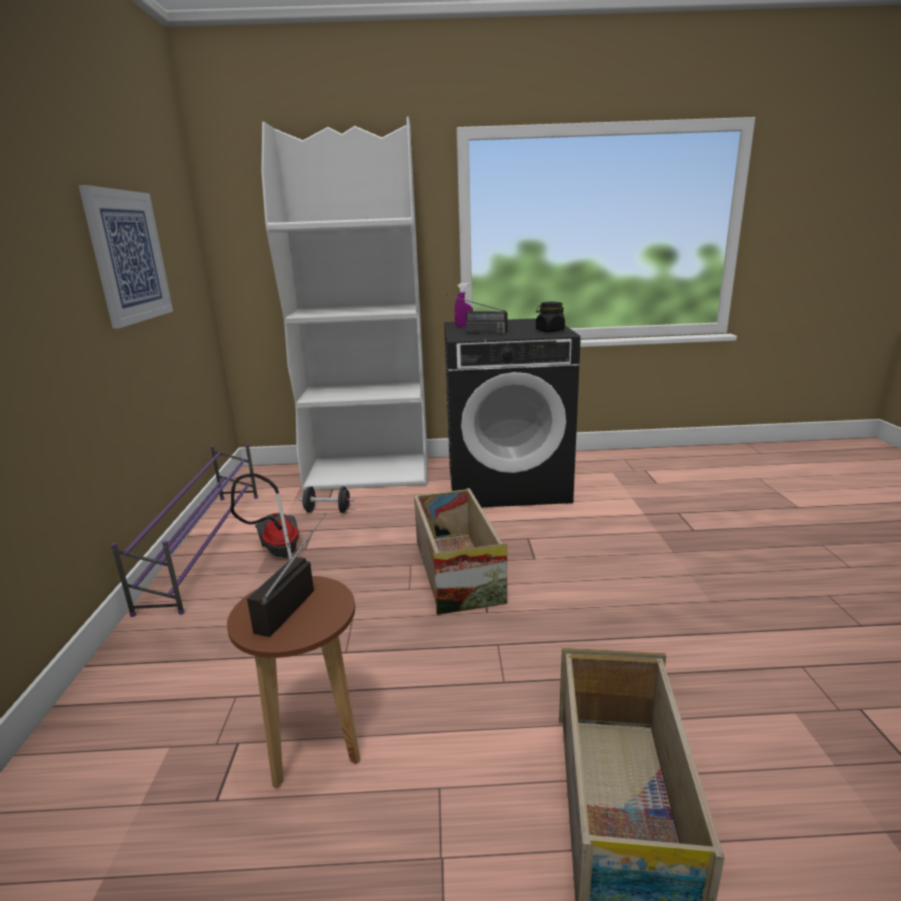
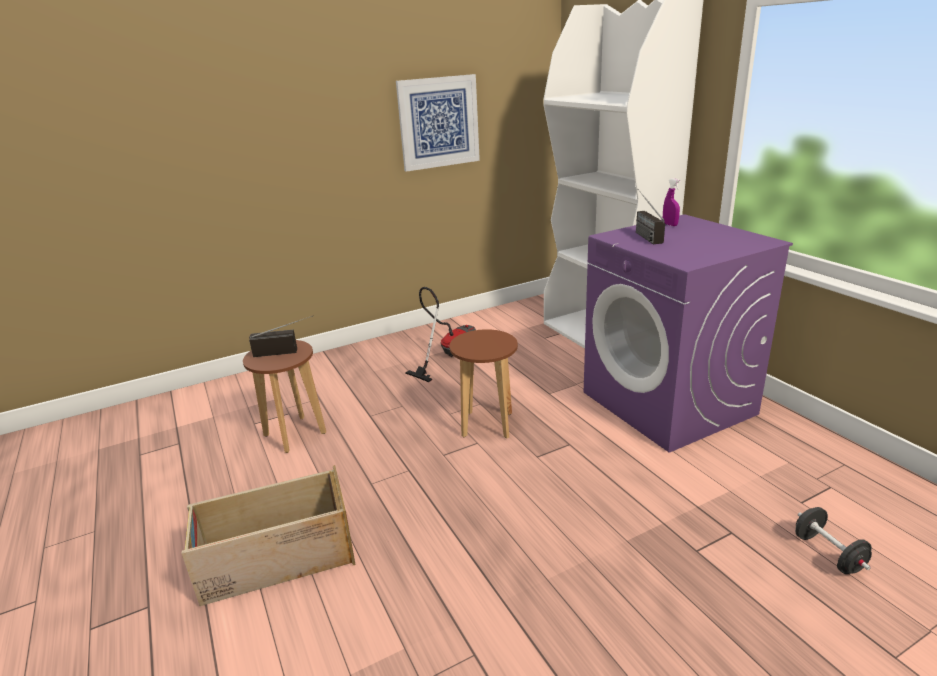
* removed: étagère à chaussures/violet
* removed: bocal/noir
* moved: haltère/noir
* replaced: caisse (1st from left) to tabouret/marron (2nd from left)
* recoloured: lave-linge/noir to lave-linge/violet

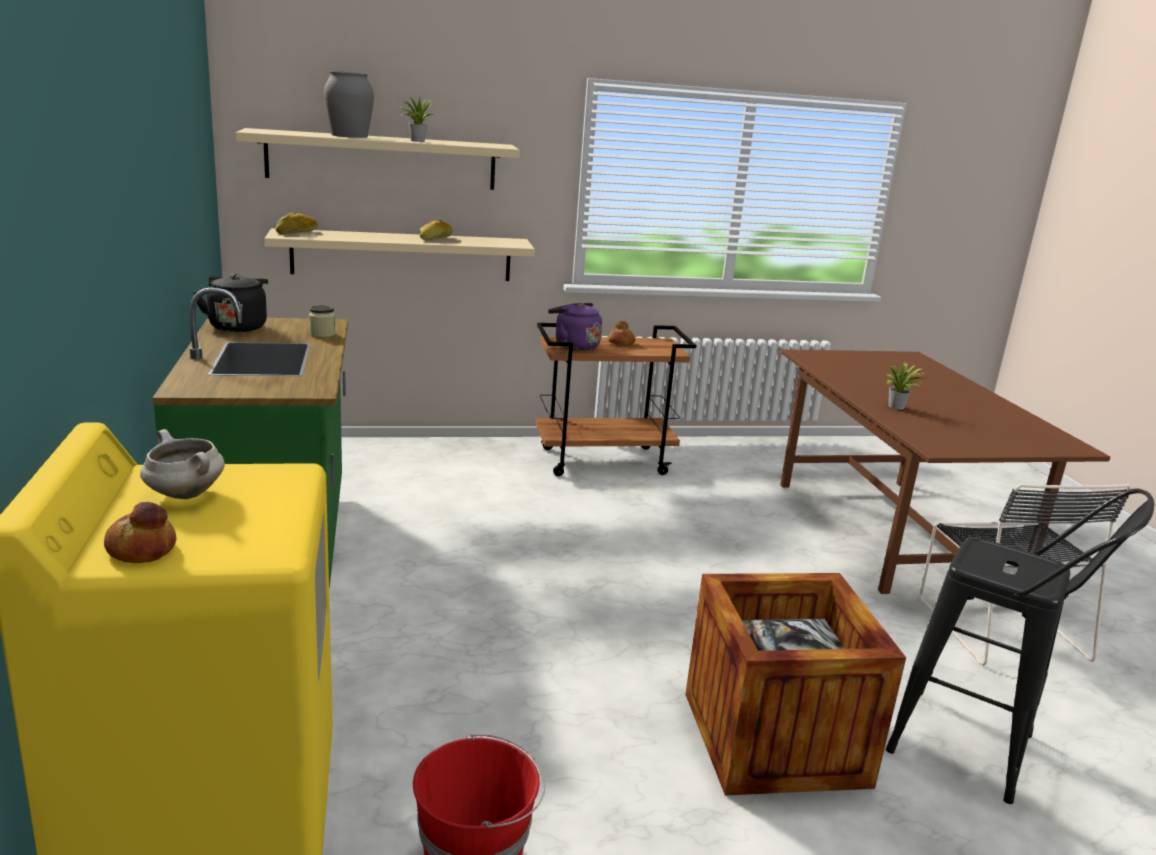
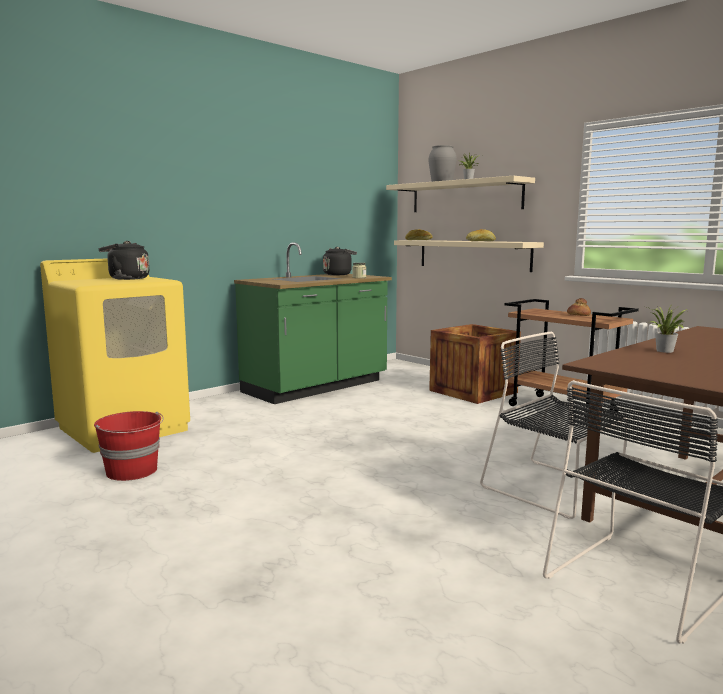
* removed: pain (1st from left)
* removed: bouilloire/violet
* removed: tabouret/noir
* added: chaise/noir (1st from left)
* moved: caisse
* replaced: marmite/blanc to bouilloire/noir (1st from left)

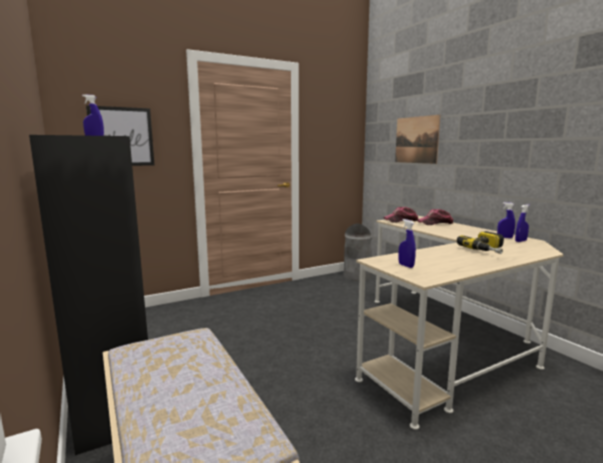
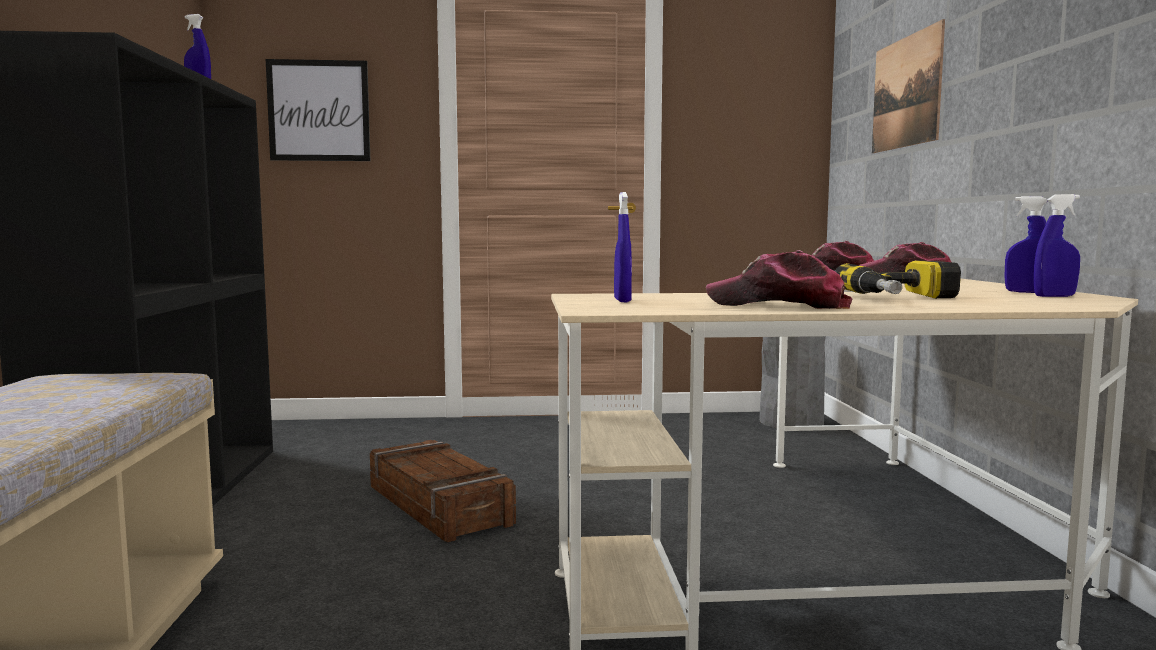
* added: caisse
* added: casquette (1st from left)

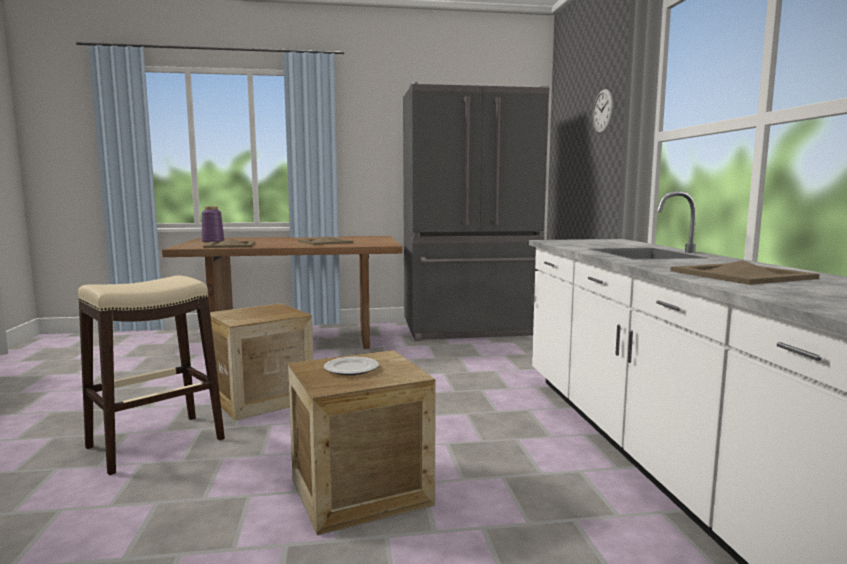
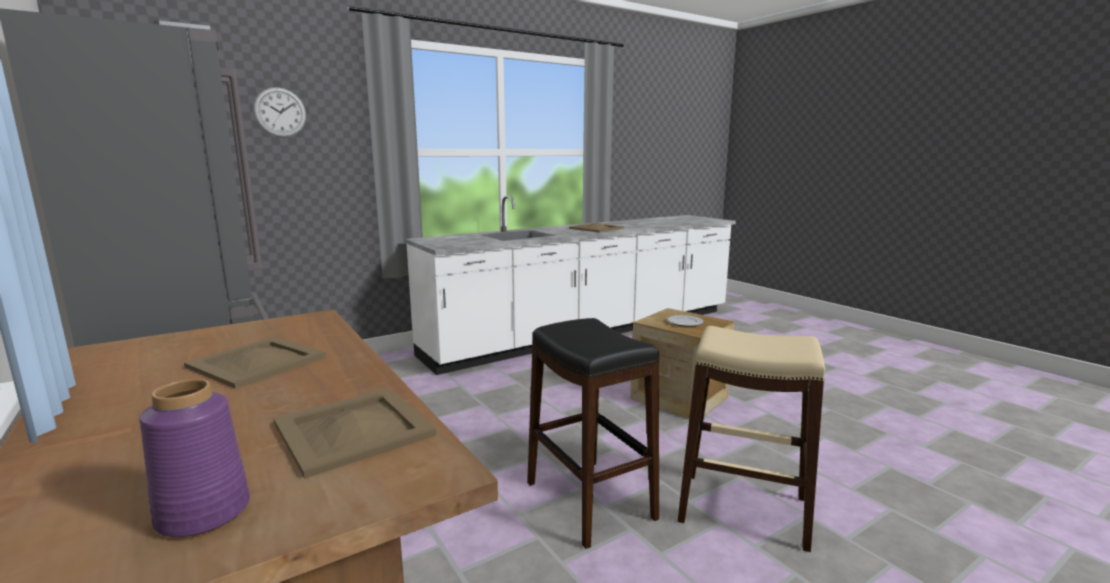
* replaced: caisse (1st from left) to tabouret/noir

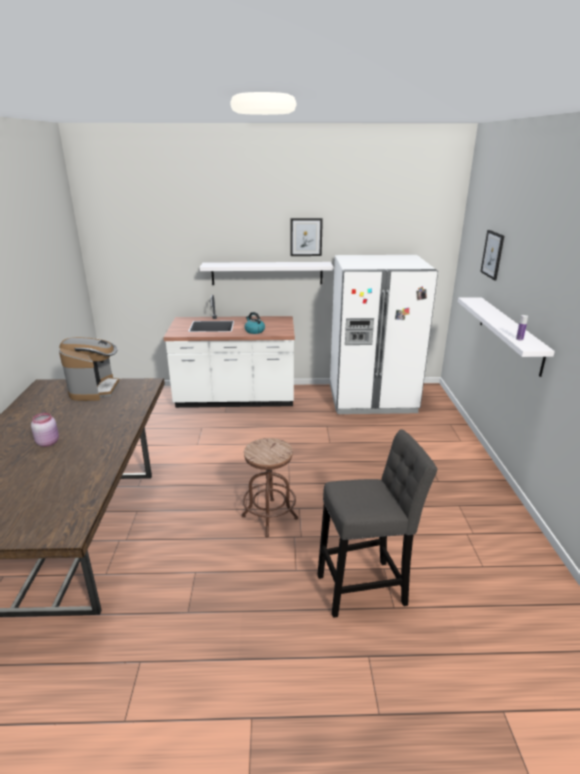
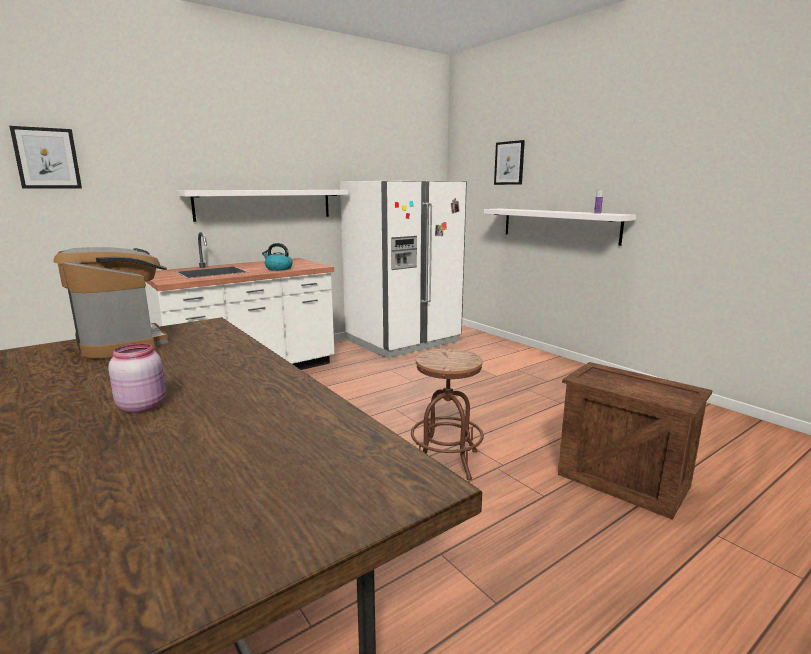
* moved: tableau (1st from left)
* replaced: tabouret/gris to caisse

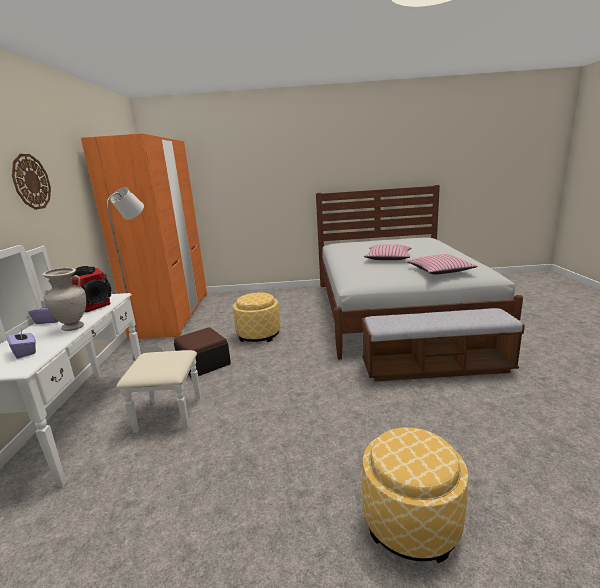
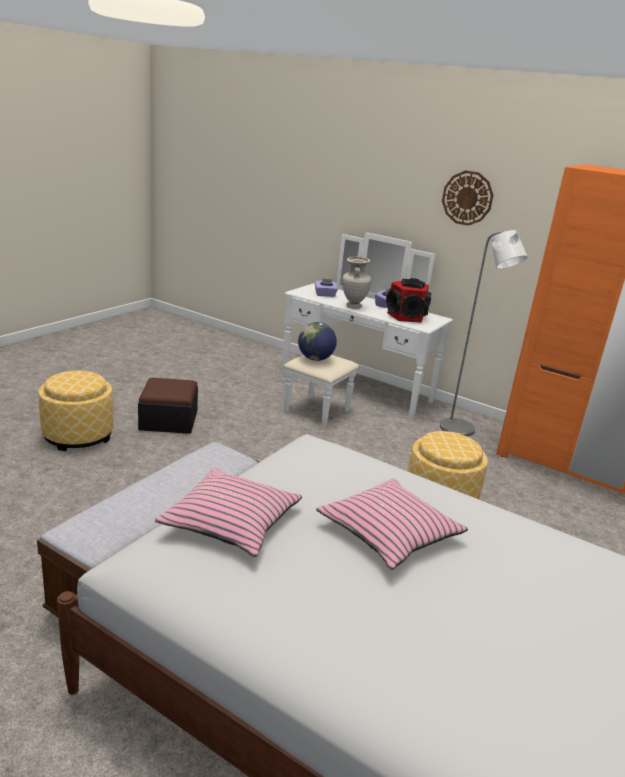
* added: globe
* moved: pouf (1st from left in the first image) to pouf (2nd from left)

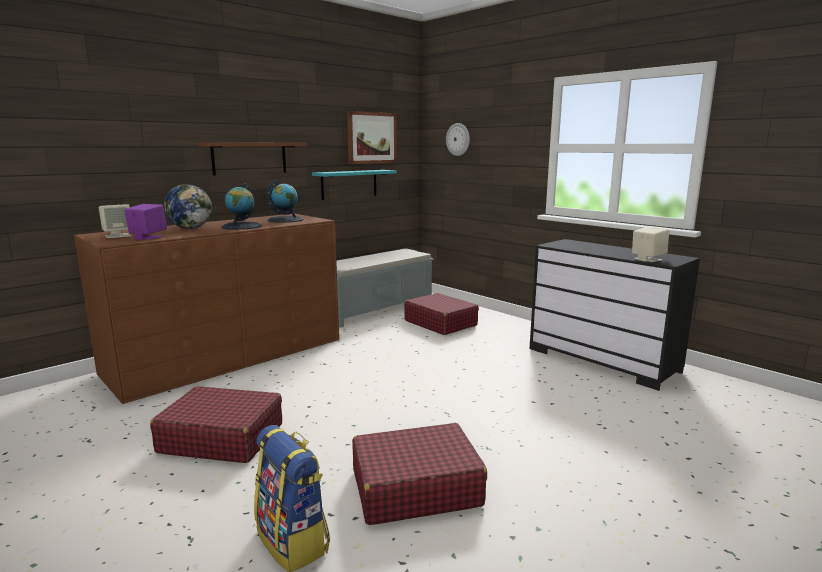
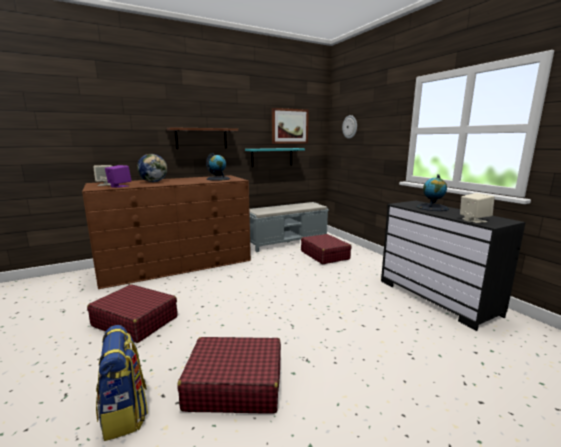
* moved: globe (2nd from left in the first image) to globe (3rd from left)

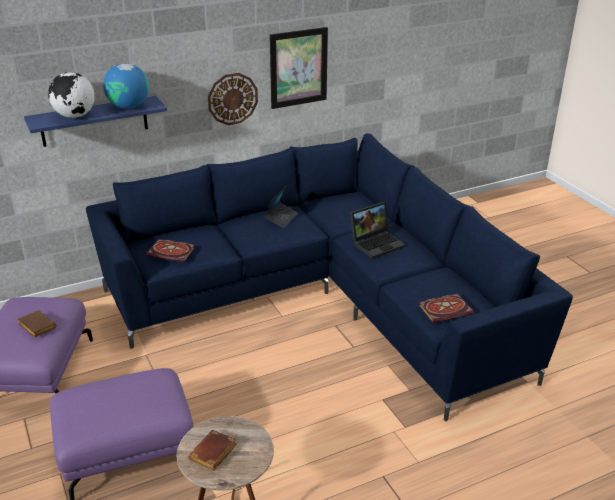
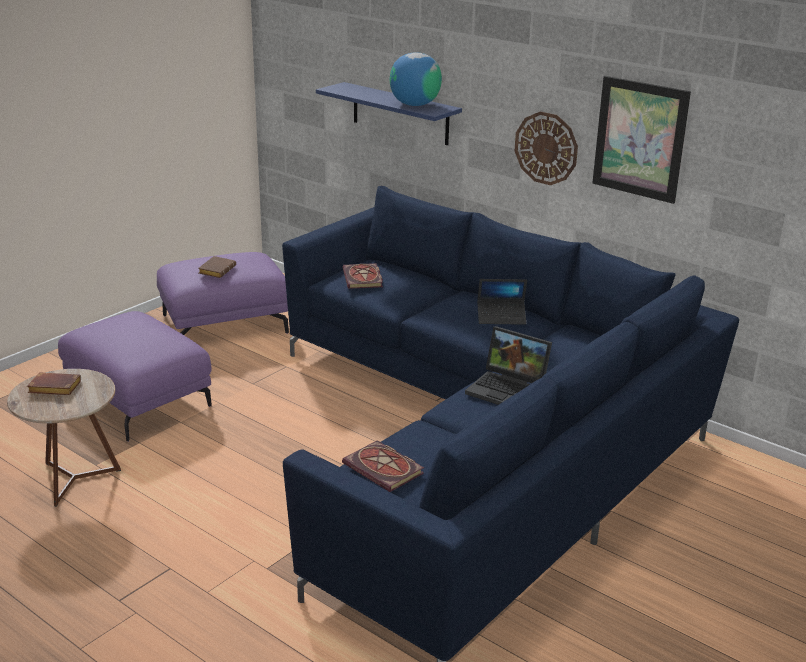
* removed: globe (1st from left)

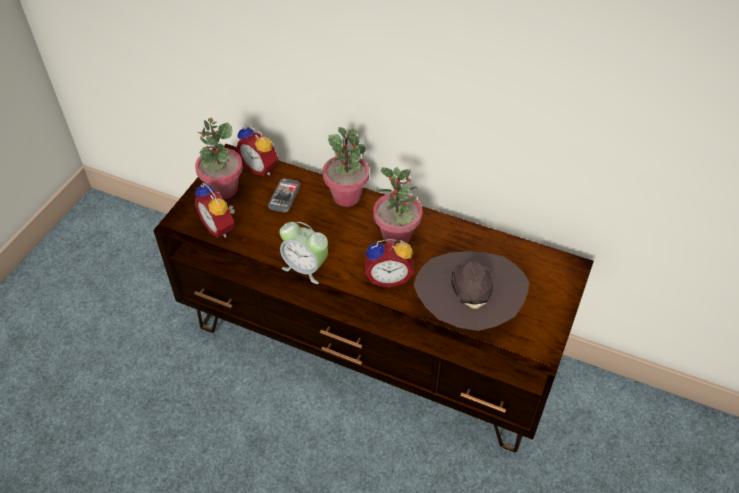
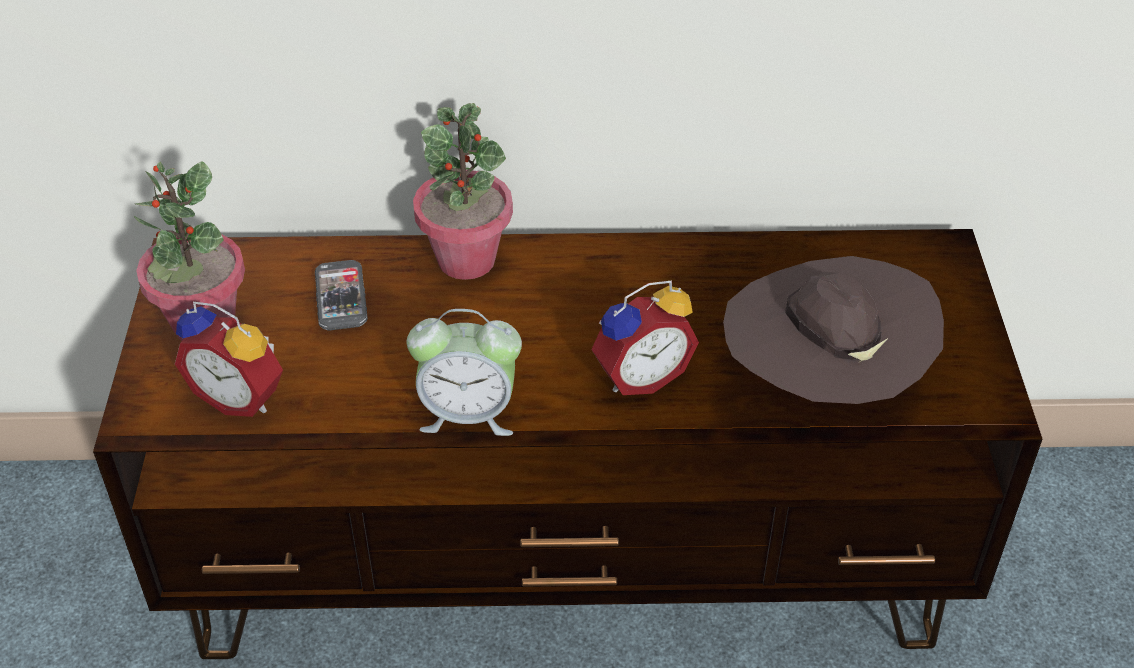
* removed: réveil (2nd from left)
* removed: plante en pot (3rd from left)

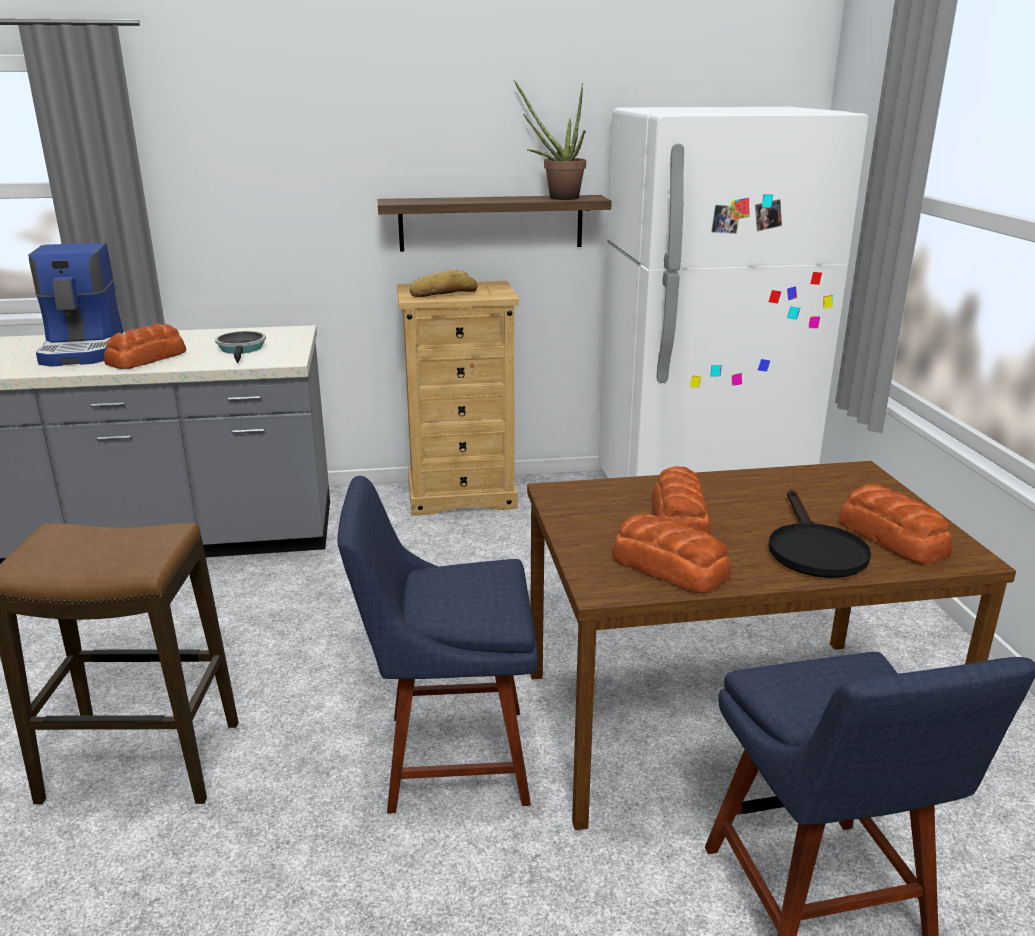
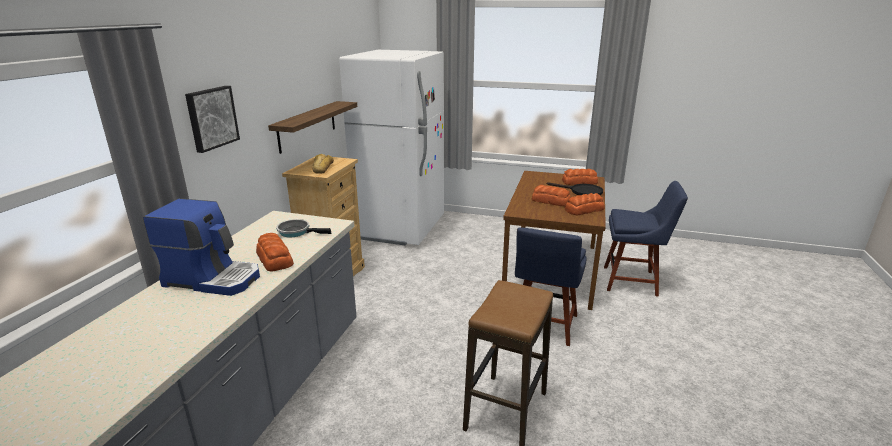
* removed: plante en pot
* added: tableau

